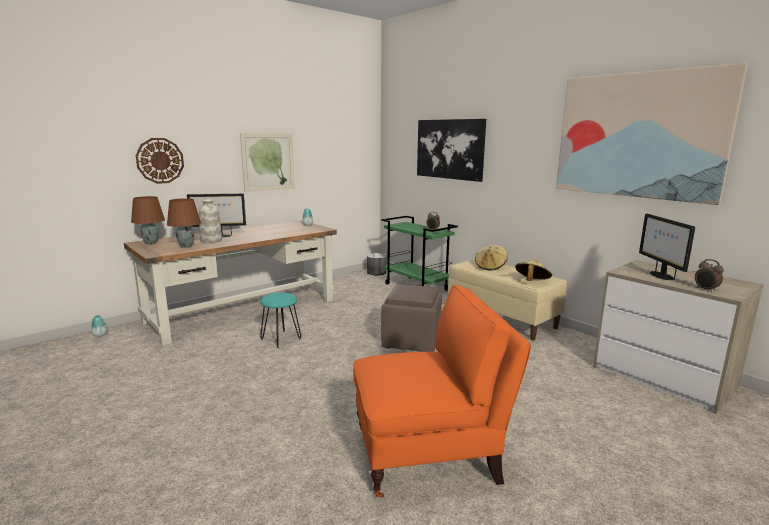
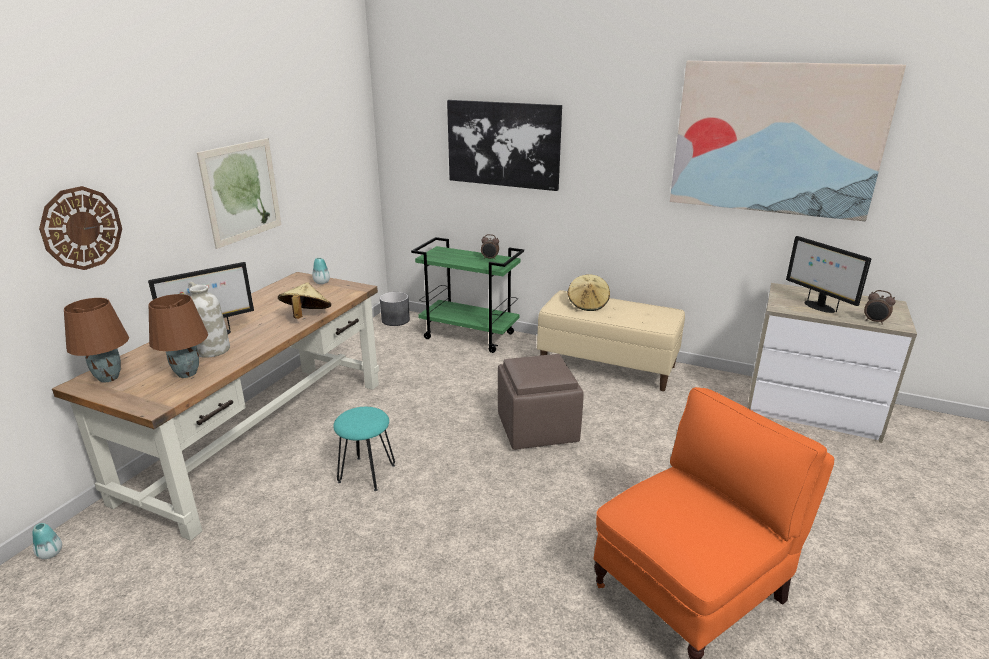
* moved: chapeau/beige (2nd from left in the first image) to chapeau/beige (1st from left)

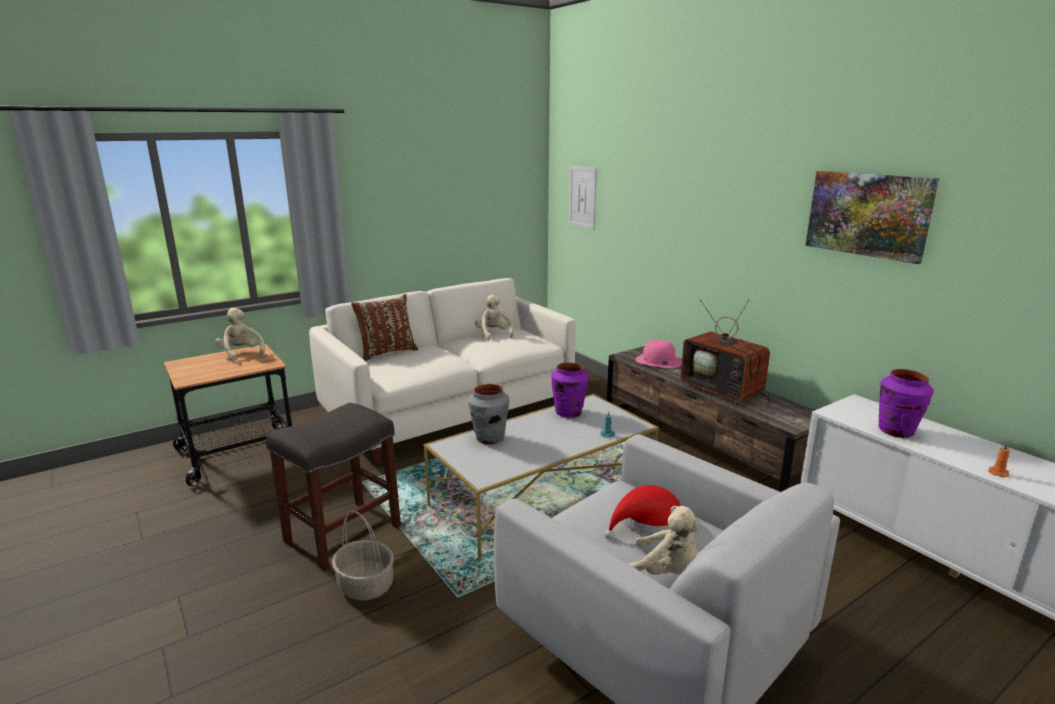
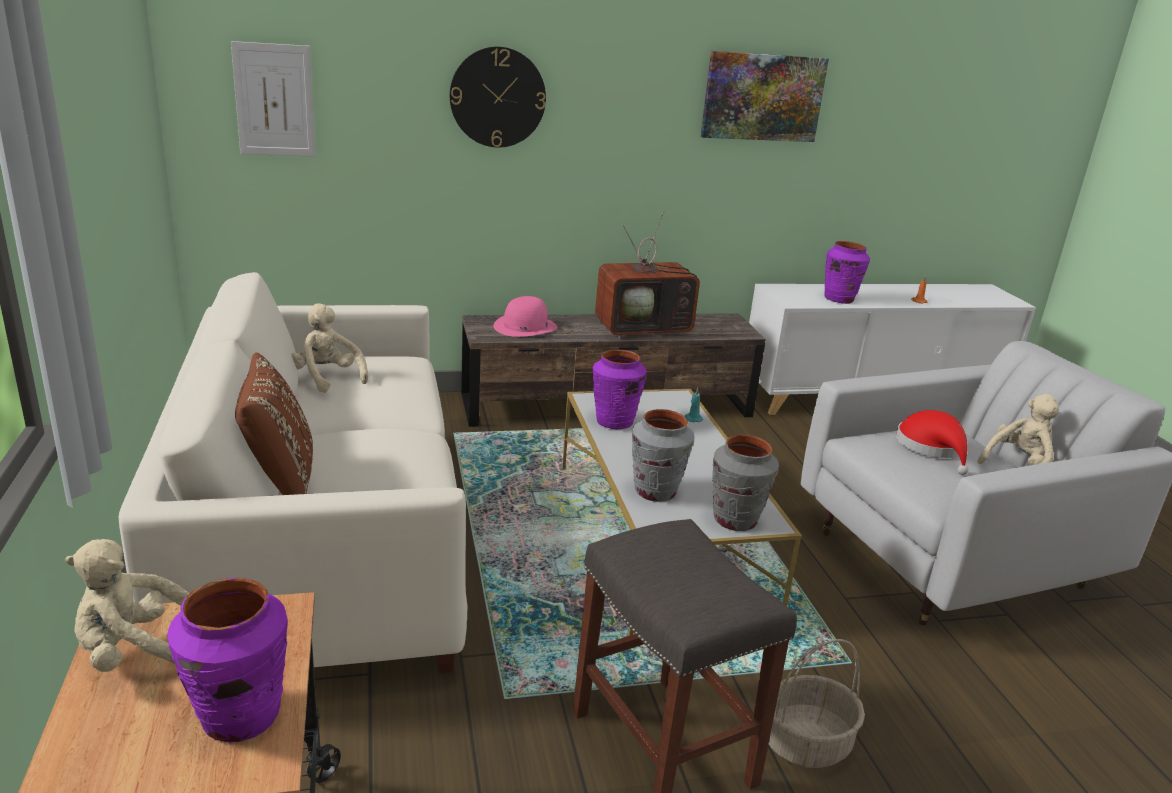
* added: vase/violet (1st from left)
* added: horloge murale
* added: vase/gris (2nd from left)
* turned: peluche/beige (2nd from left) 45 degrees clockwise

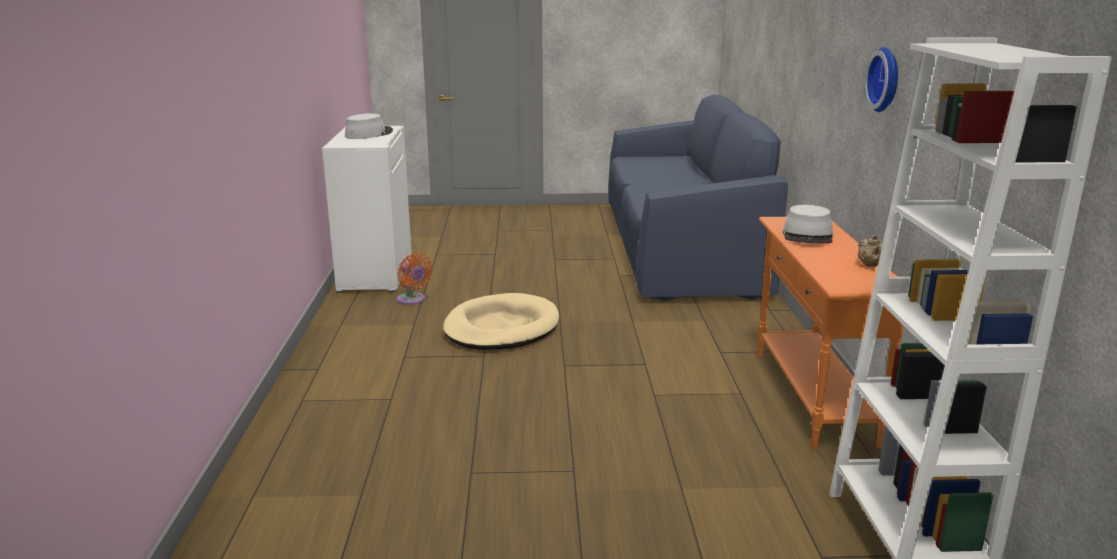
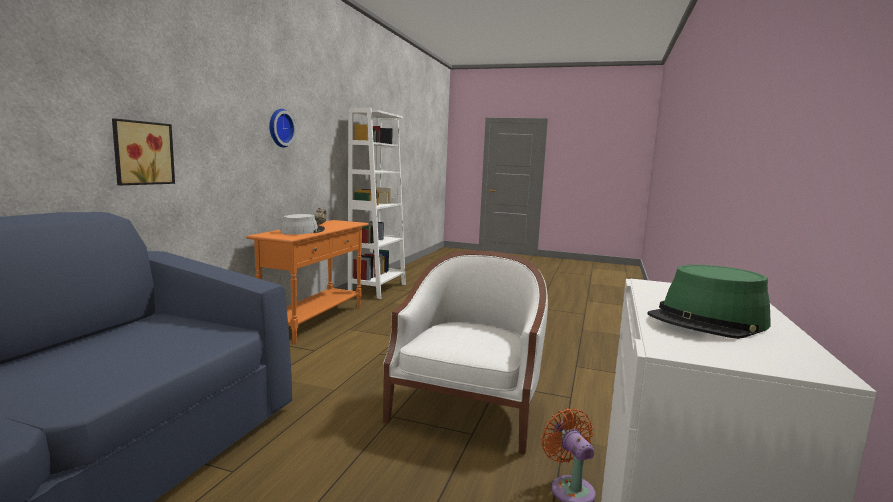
* added: tableau
* replaced: panier pour chien/beige to fauteuil/blanc
* recoloured: chapeau/gris (1st from left) to chapeau/vert

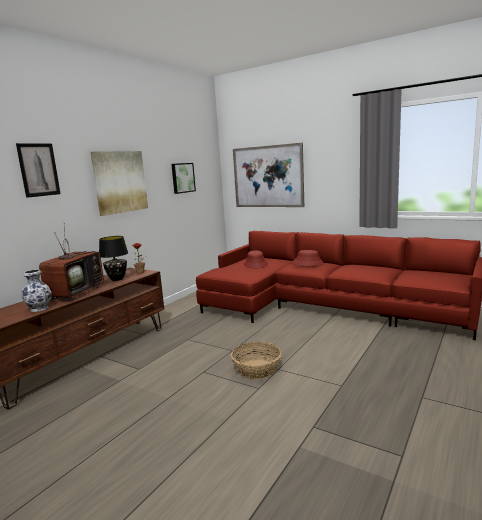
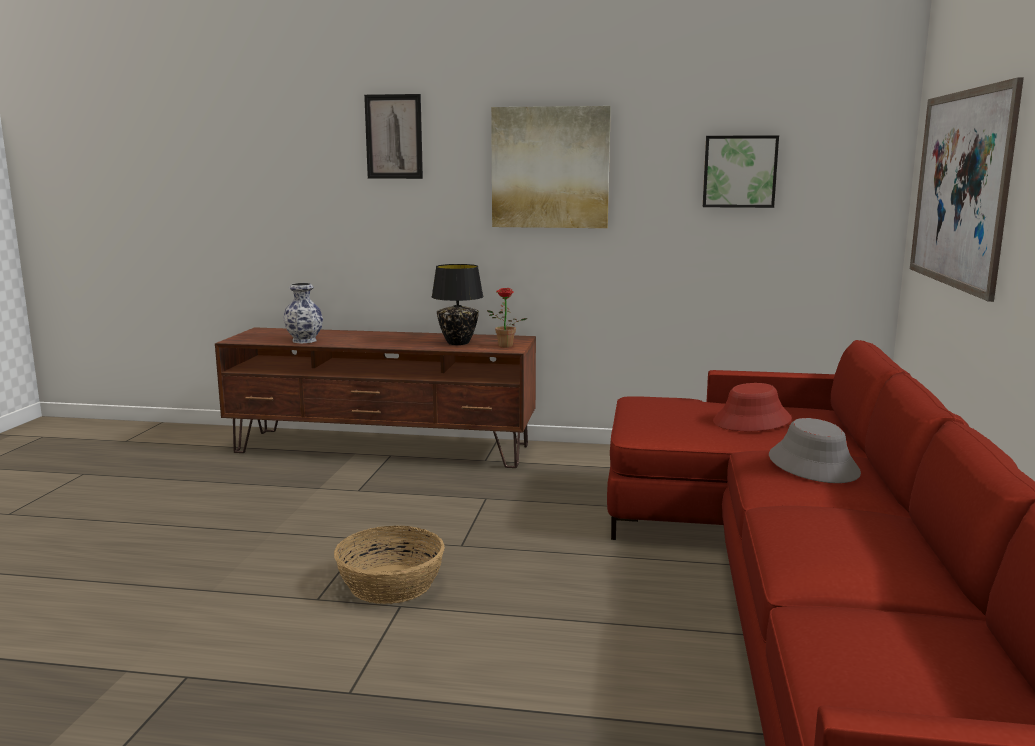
* removed: téléviseur
* recoloured: chapeau/rouge (2nd from left) to chapeau/gris

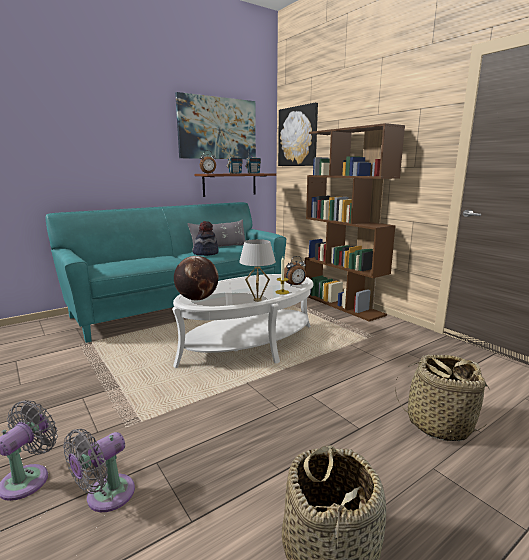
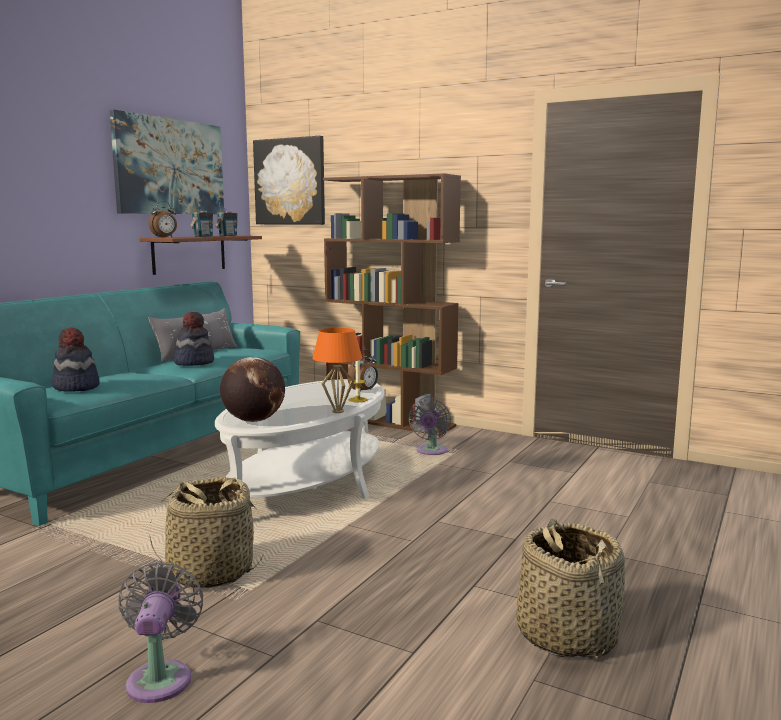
* added: chapeau (1st from left)
* moved: ventilateur/gris (2nd from left)
* moved: panier (2nd from left in the first image) to panier (1st from left)
* recoloured: lampe de table/blanc to lampe de table/orange

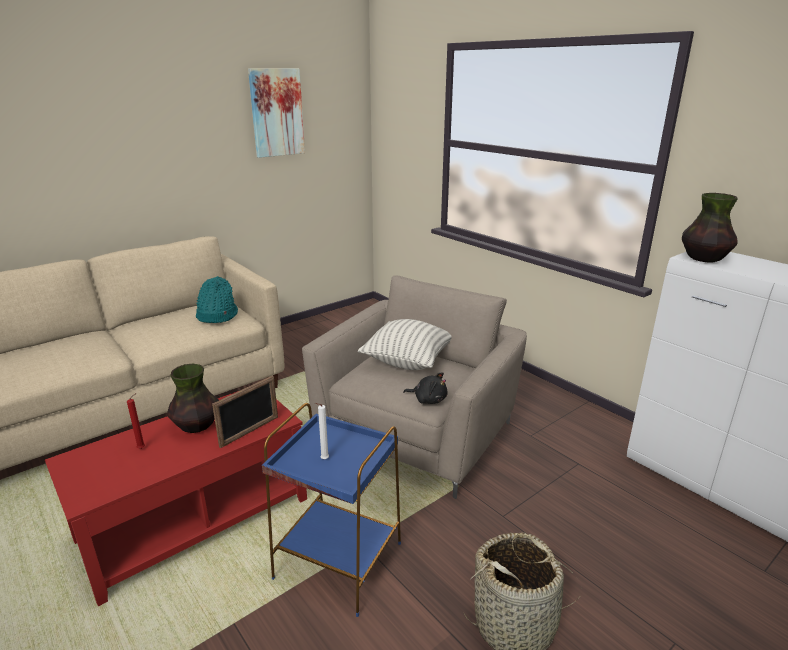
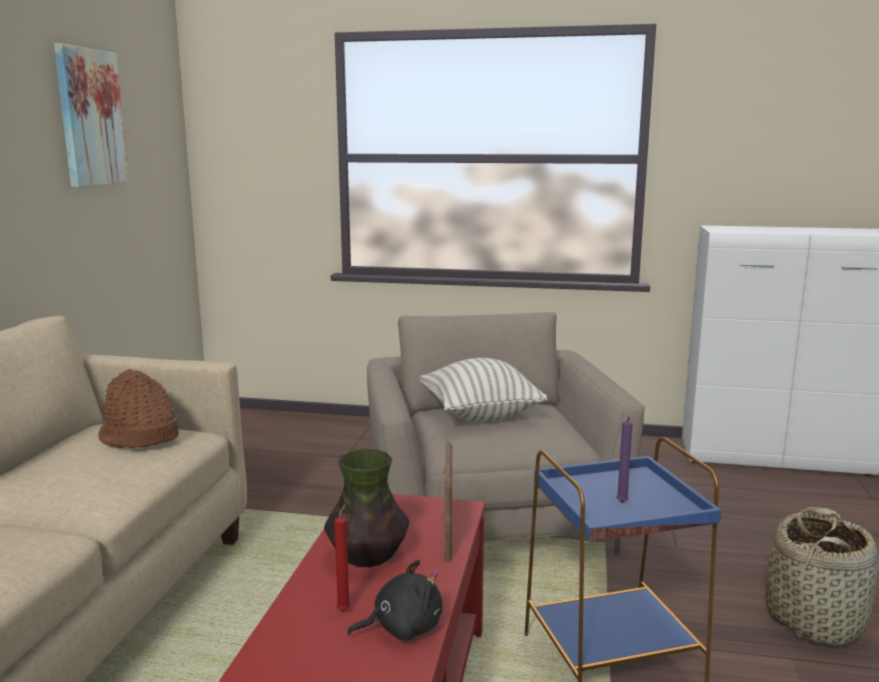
* removed: vase (2nd from left)
* moved: peluche/noir
* recoloured: chapeau/turquoise to chapeau/marron
* recoloured: bougie/blanc to bougie/violet

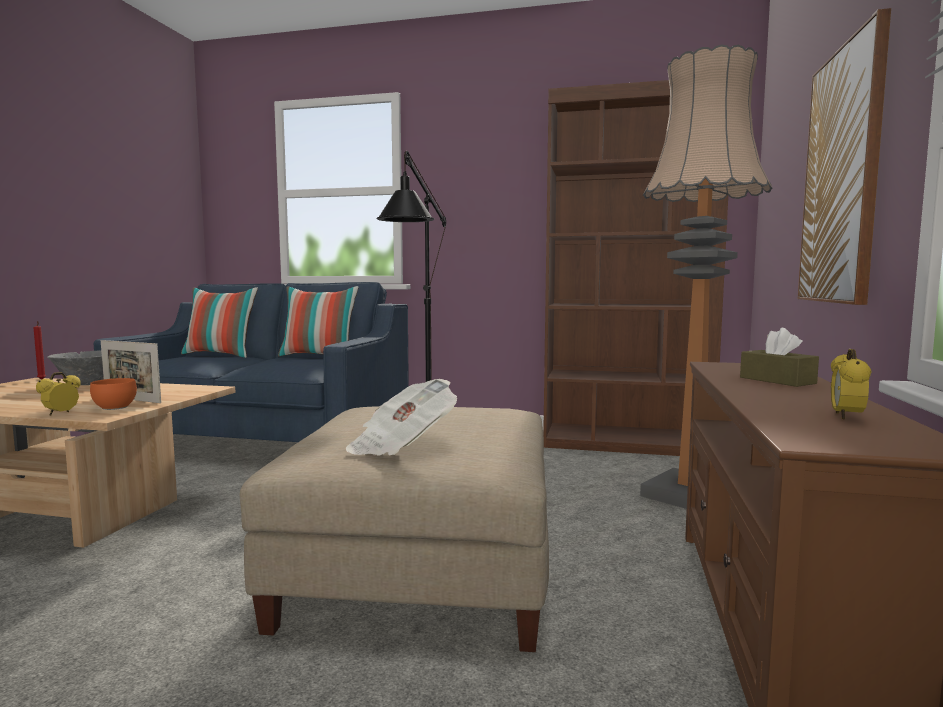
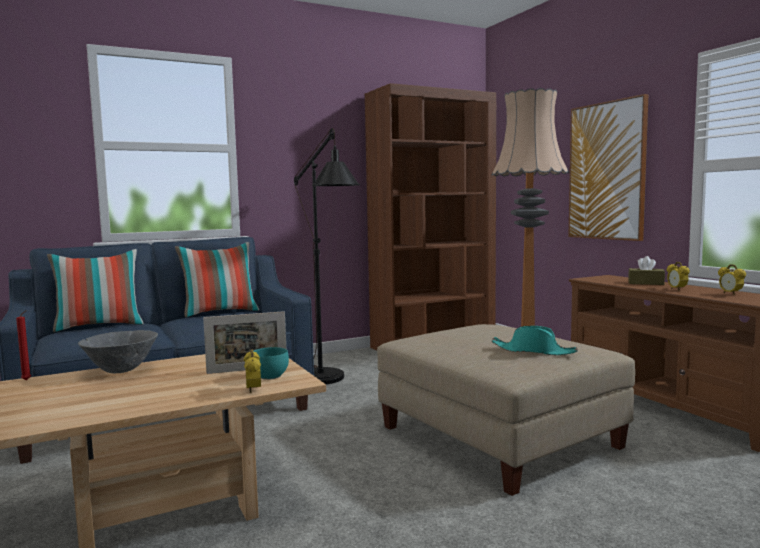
* added: réveil (2nd from left)
* replaced: journal to chapeau/turquoise
* recoloured: bol/orange to bol/turquoise

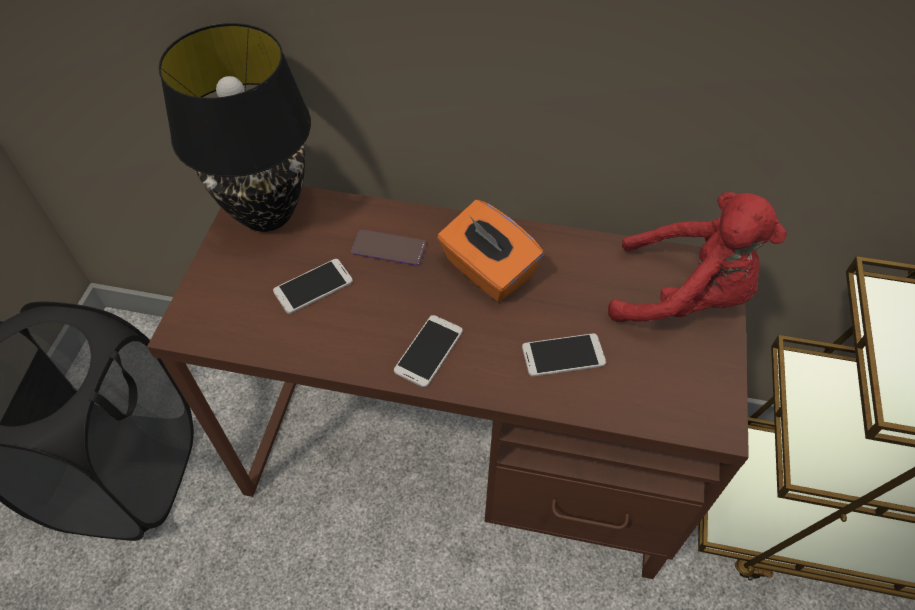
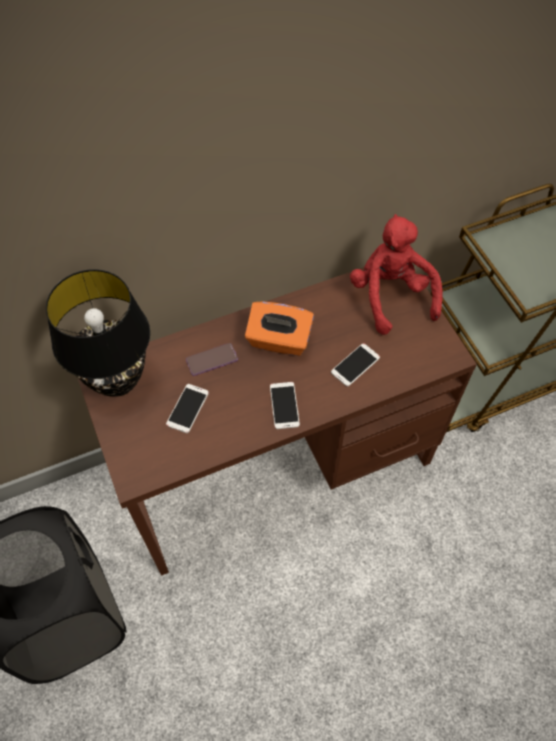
* turned: peluche/rouge 90 degrees counterclockwise

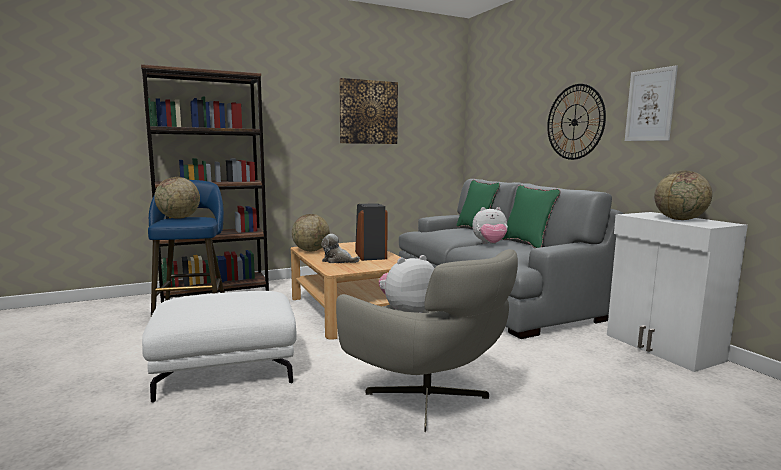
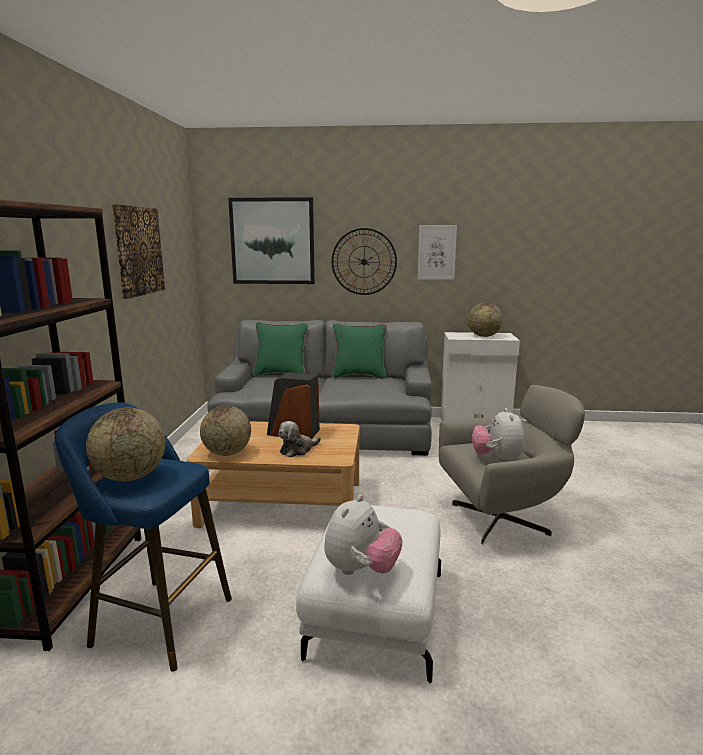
* added: tableau (2nd from left)
* moved: peluche (3rd from left in the first image) to peluche (2nd from left)

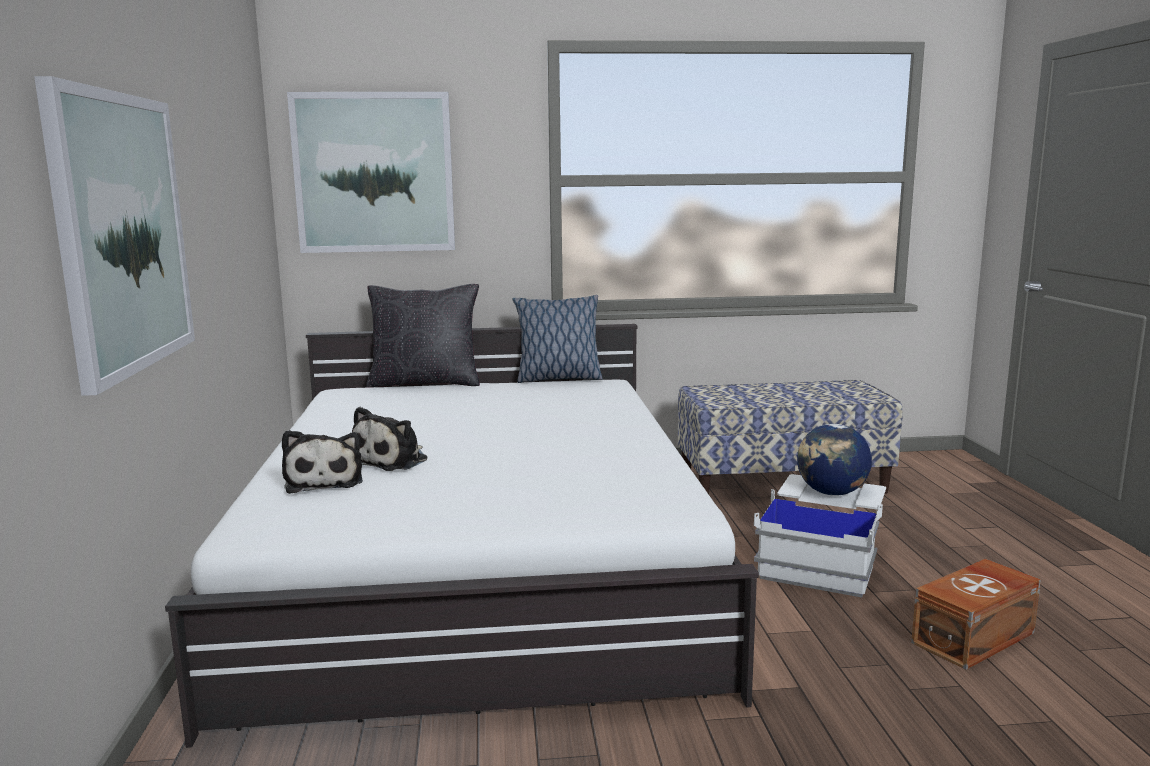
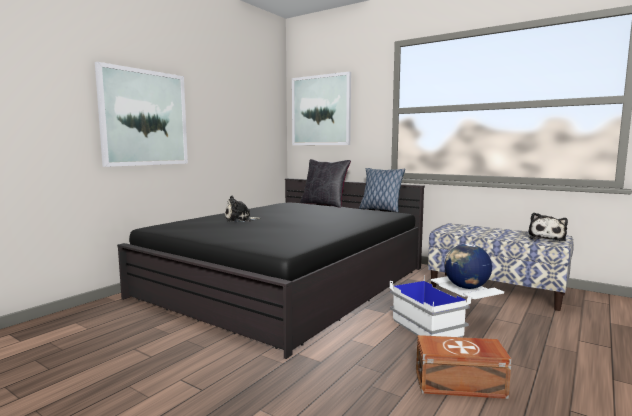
* moved: peluche (1st from left in the first image) to peluche (2nd from left)
* recoloured: lit/blanc to lit/noir

